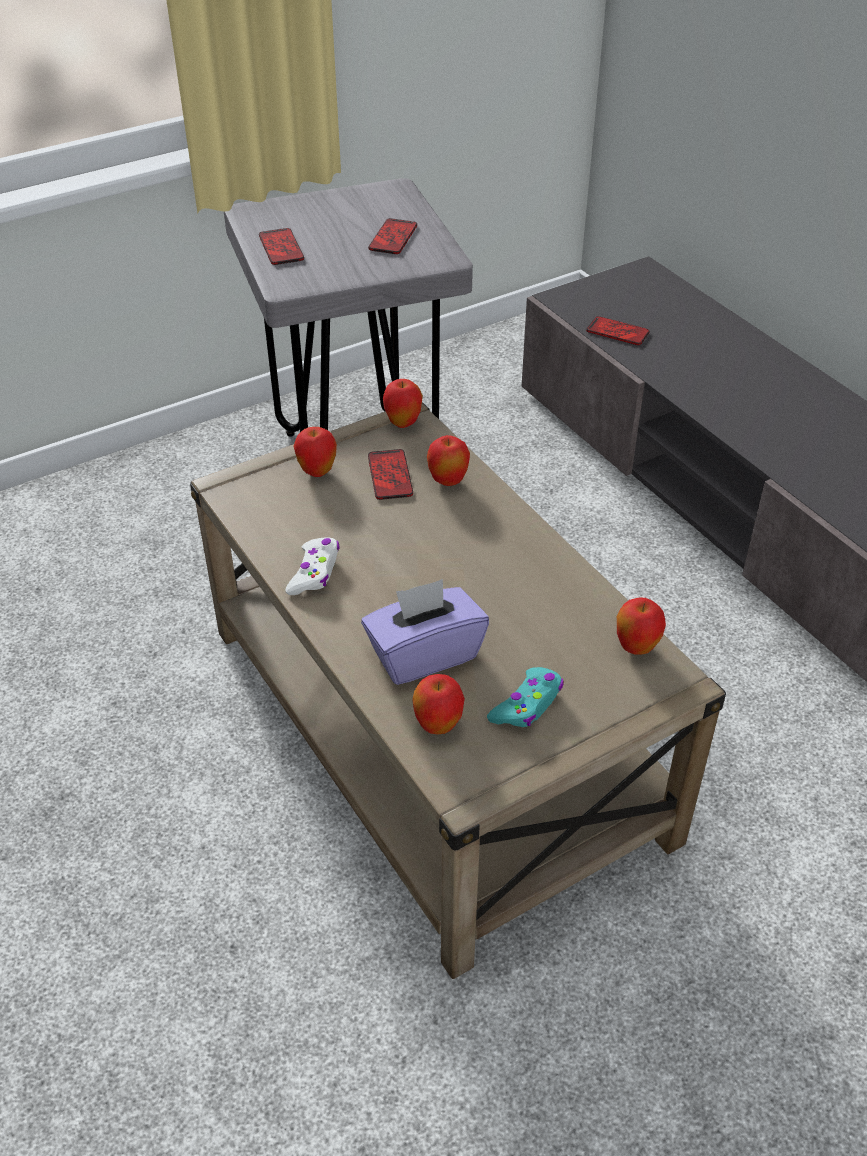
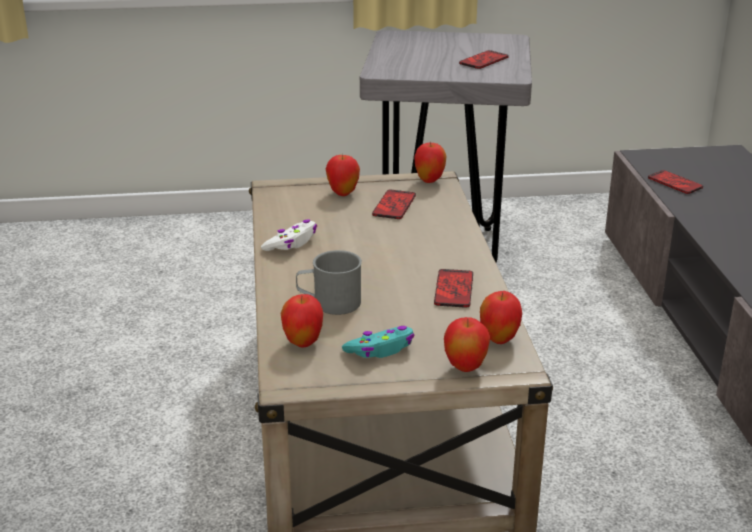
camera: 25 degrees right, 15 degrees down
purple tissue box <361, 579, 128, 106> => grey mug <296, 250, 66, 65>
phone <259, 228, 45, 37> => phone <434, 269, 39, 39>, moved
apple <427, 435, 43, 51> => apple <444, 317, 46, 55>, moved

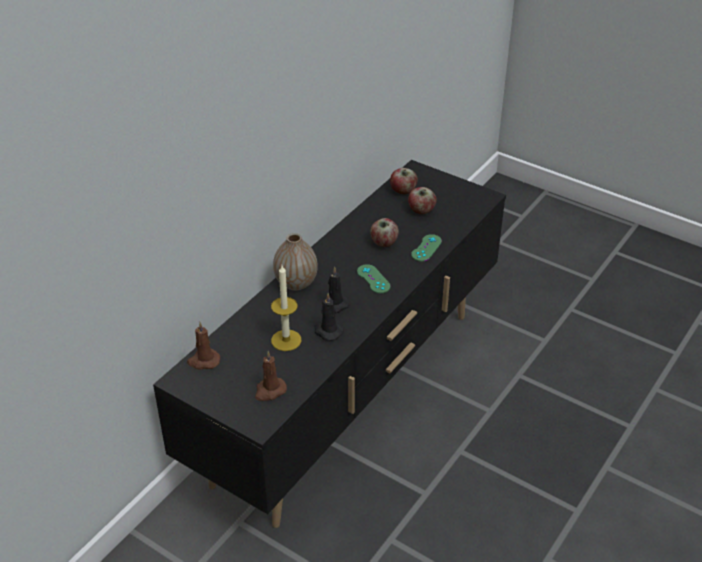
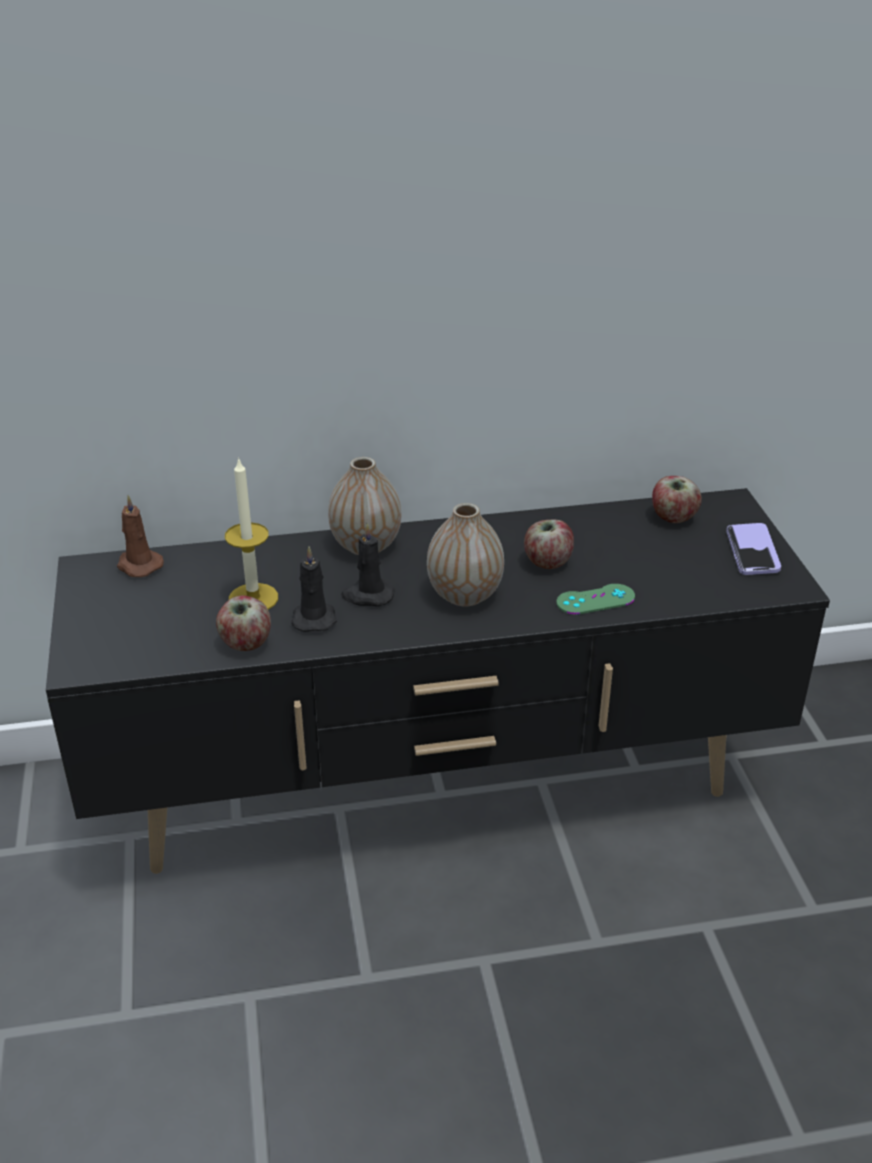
camera: 45 degrees right, 5 degrees down
apple <408, 187, 29, 27> => apple <216, 595, 55, 56>, moved
green game controller <357, 264, 34, 30> => vase <427, 503, 77, 104>
nothing => phone <727, 523, 54, 52>
brown candle <255, 351, 32, 50> => nothing

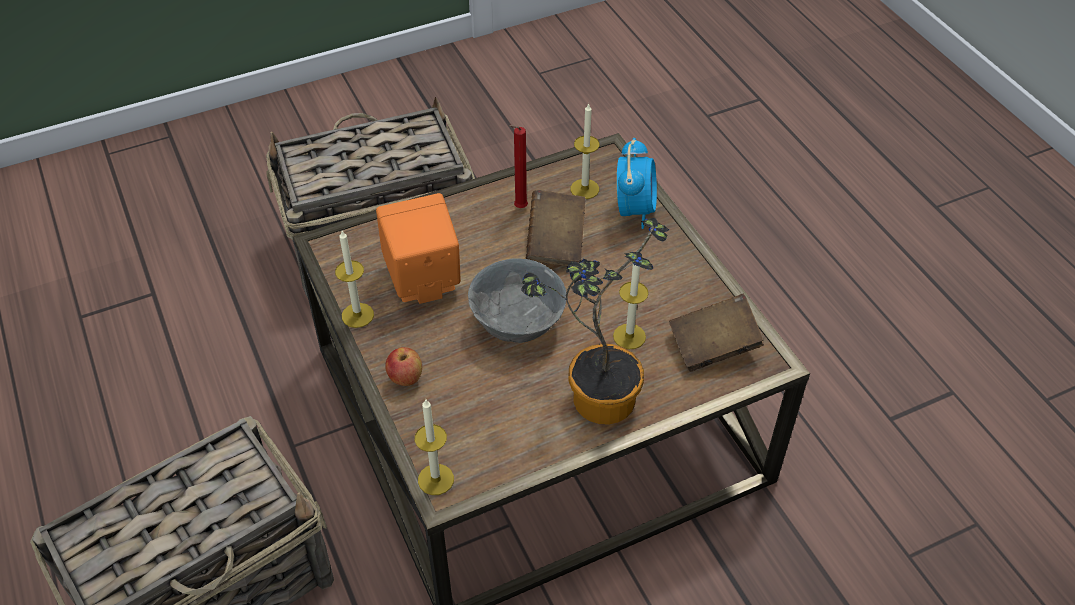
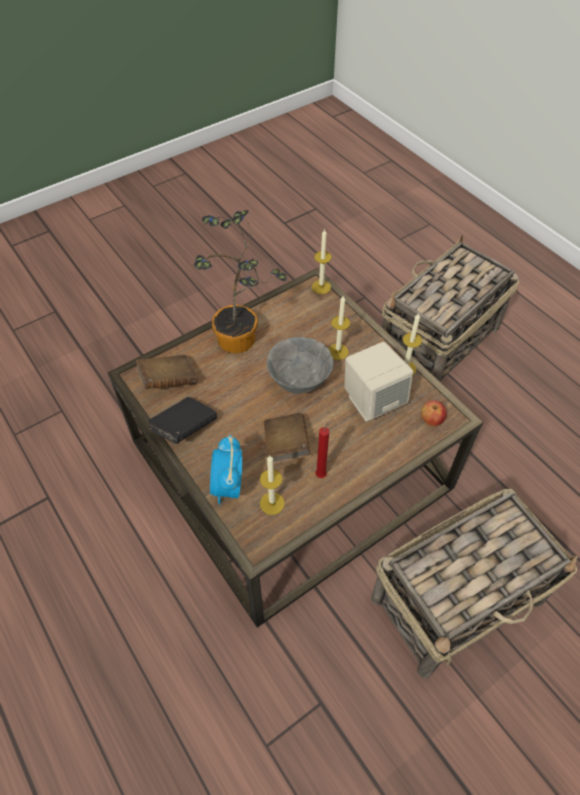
camera: 170 degrees right, 5 degrees up
nothing => black book <148, 397, 69, 47>
candle <613, 264, 36, 85> => candle <328, 296, 22, 64>, moved
orange speaker <376, 193, 85, 111> => beige speaker <344, 342, 69, 80>
apple <385, 347, 37, 39> => apple <421, 400, 26, 26>, moved

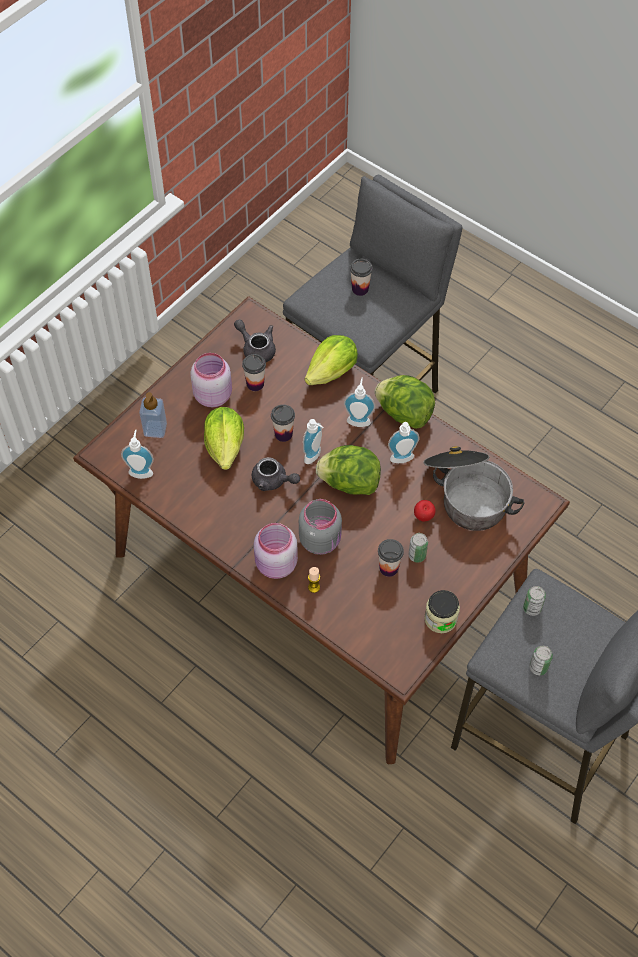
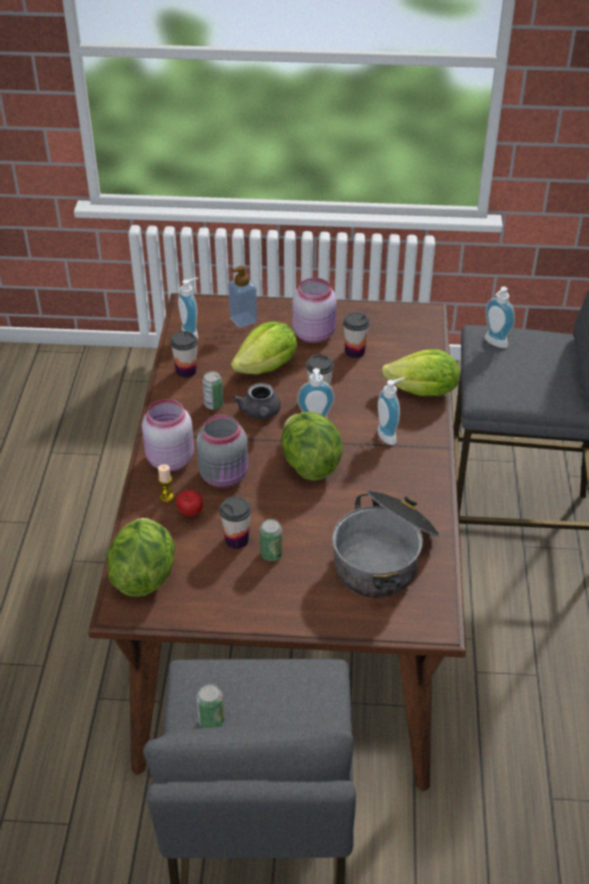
camera: 55 degrees right, 15 degrees down
lettuce <374, 375, 61, 54> => lettuce <107, 518, 68, 79>, moved
cup <350, 259, 23, 37> => cup <170, 331, 28, 47>, moved
apple <414, 500, 22, 22> => apple <176, 490, 27, 27>, moved
can <523, 586, 23, 30> => can <202, 371, 21, 39>, moved
soap dispenser <388, 422, 31, 41> => soap dispenser <485, 287, 30, 61>, moved
grey teapot <234, 319, 42, 43> => nothing
jar <424, 590, 36, 43> => nothing

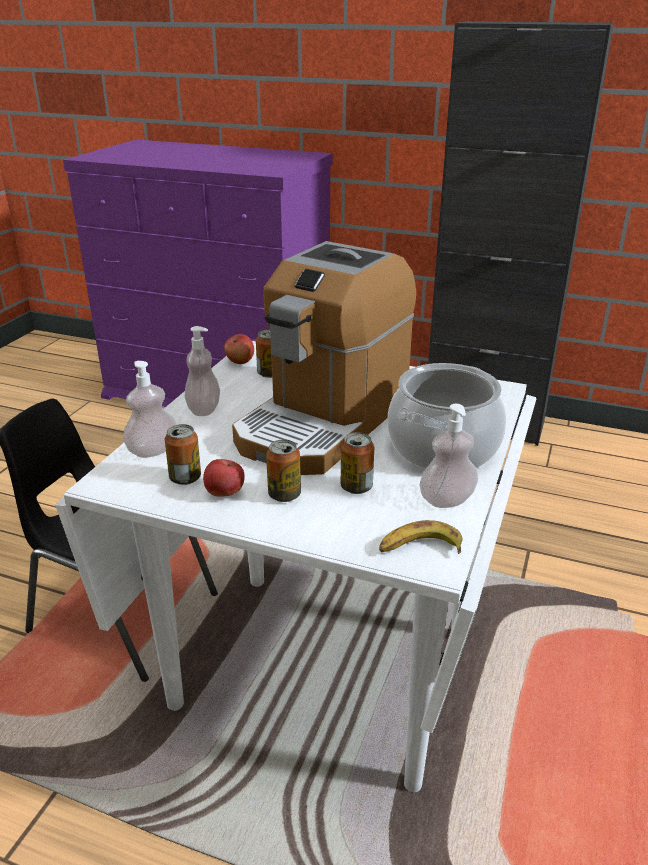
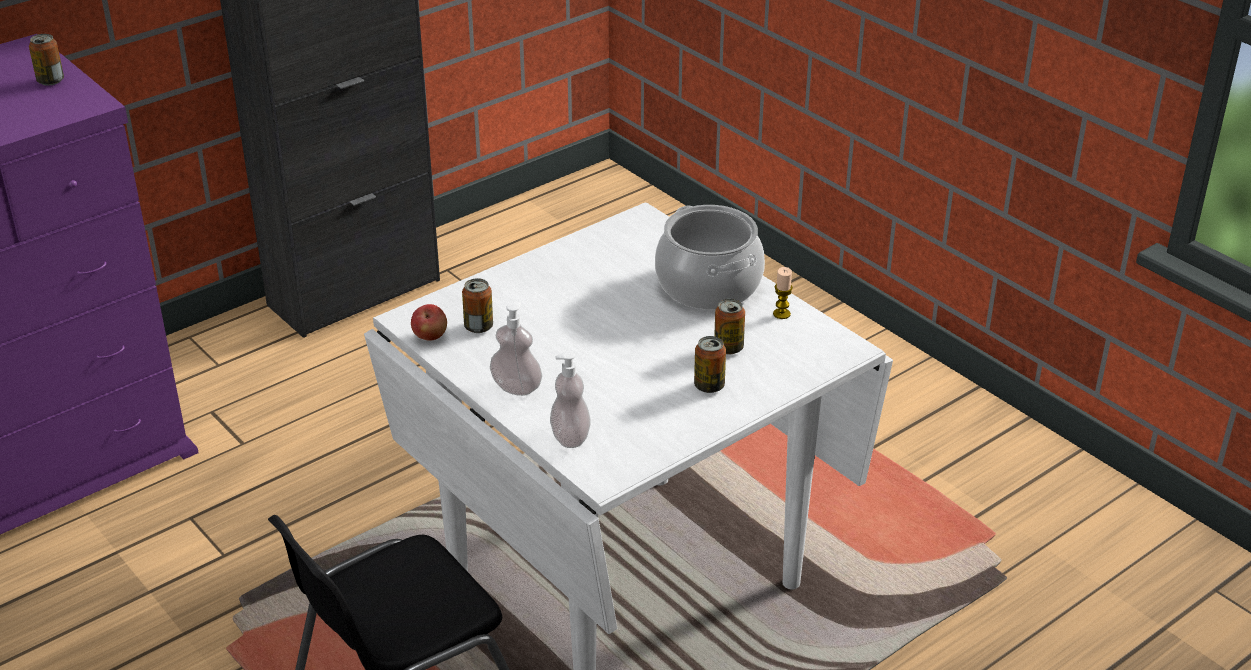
camera: 60 degrees left, 5 degrees up
can <165, 424, 36, 61> => can <29, 34, 35, 52>, moved
soap dispenser <420, 404, 58, 104> => candle <773, 267, 20, 52>
apple <203, 459, 42, 38> => nothing
coffee machine <232, 241, 184, 234> => nothing
banana <379, 520, 83, 34> => nothing

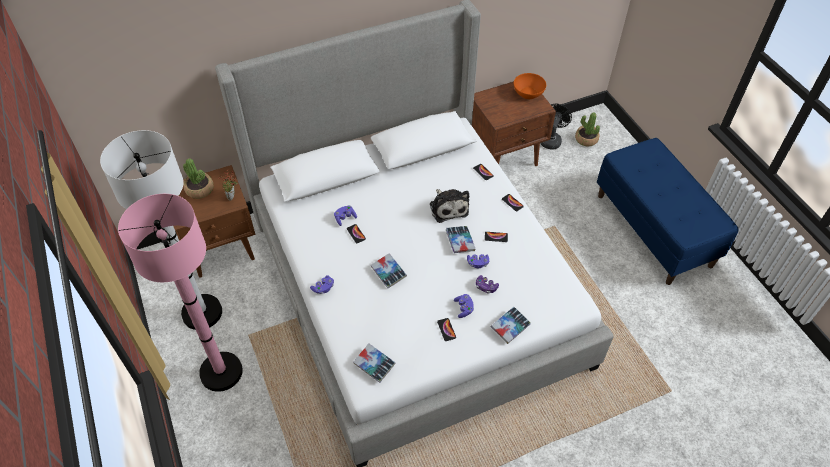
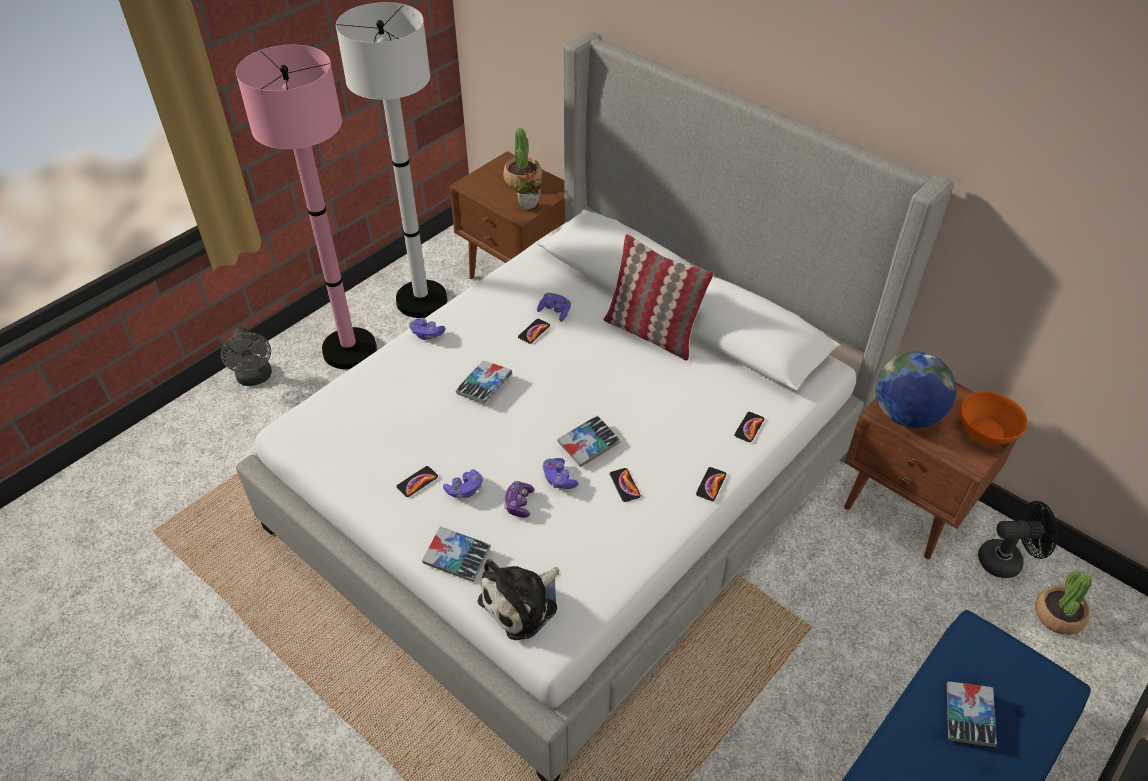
camera: 65 degrees right, 5 degrees down
nothing => grey fan <221, 327, 51, 59>
plush toy <430, 189, 39, 34> => plush toy <478, 559, 81, 81>, moved
nothing => pillow <603, 234, 110, 127>
nothing => globe <876, 352, 80, 76>
book <353, 344, 43, 39> => book <947, 681, 50, 66>, moved

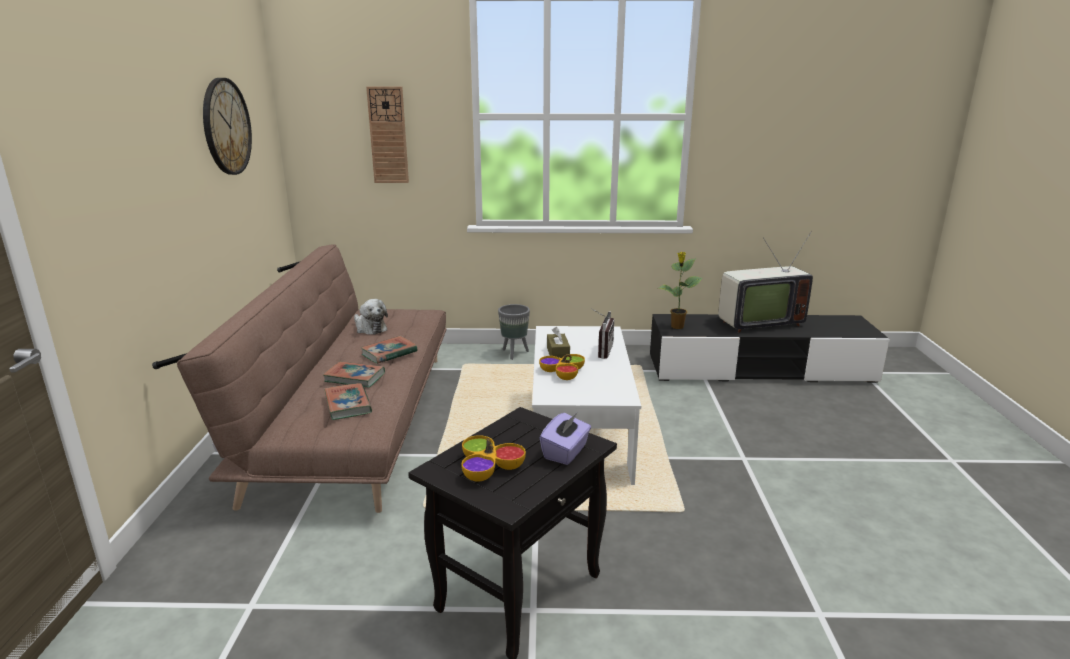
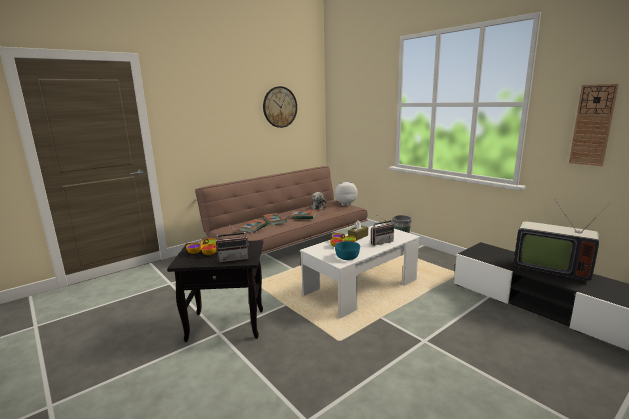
camera: 50 degrees right, 5 degrees down
purple tissue box <540, 413, 51, 52> => radio <216, 224, 33, 39>
nothing => plush toy <335, 181, 23, 25>
nothing => turquoise bowl <335, 241, 25, 19>
wall clock <366, 86, 43, 97> => wall clock <569, 84, 50, 82>, moved
potted plant <658, 252, 44, 77> => nothing

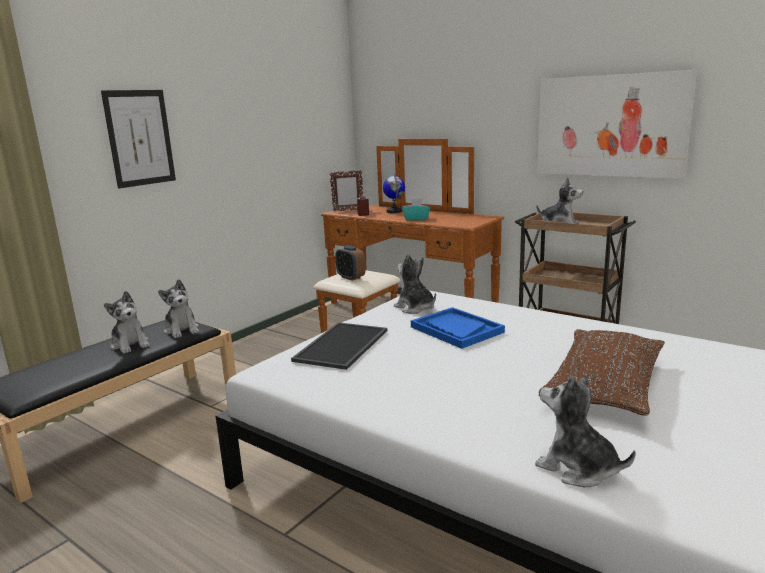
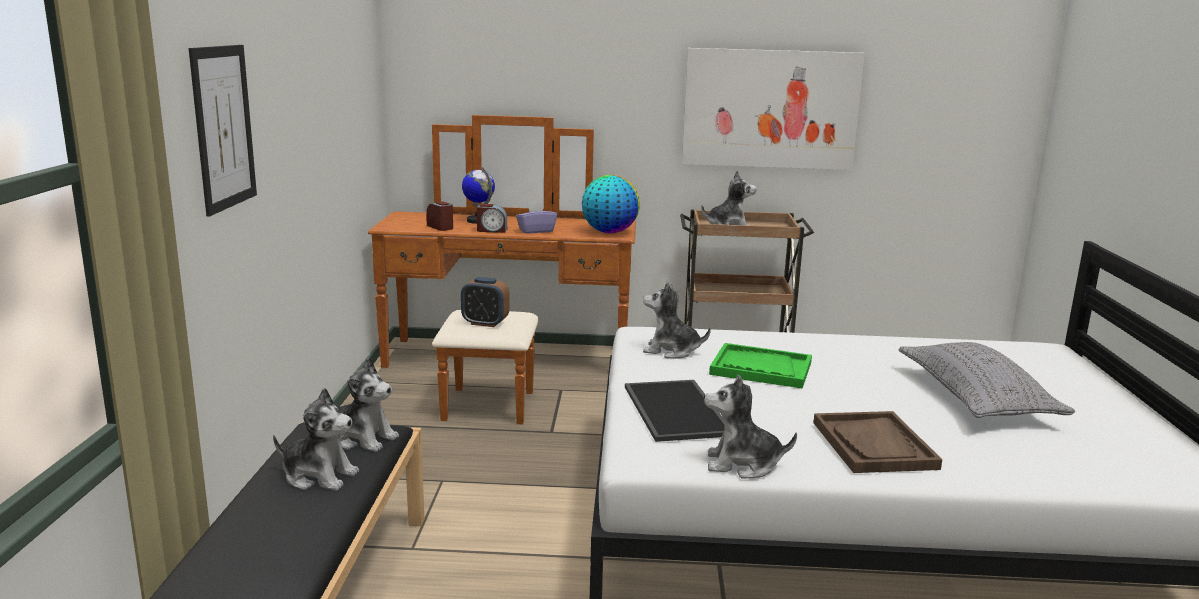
camera: 35 degrees left, 0 degrees up
nothing => alarm clock <477, 204, 30, 29>
turquoise tissue box <402, 198, 29, 23> => purple tissue box <516, 202, 41, 32>
nothing => globe <582, 175, 58, 59>
plush toy <535, 375, 101, 112> => plush toy <704, 375, 93, 104>, moved
blue tray <411, 307, 94, 42> => green tray <709, 343, 103, 45>
nothing => brown tray <813, 411, 129, 62>
brown pillow <539, 329, 126, 87> => grey pillow <898, 342, 177, 76>
picture frame <330, 170, 33, 42> => nothing

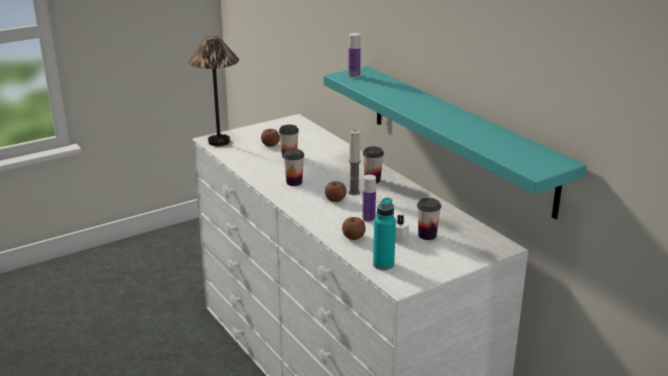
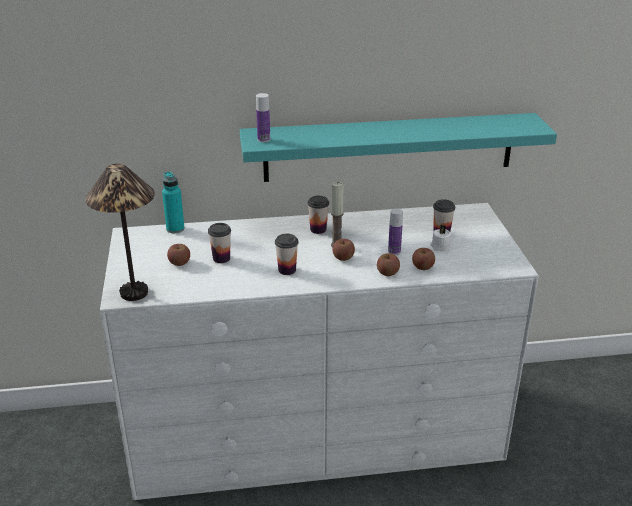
camera: 65 degrees left, 5 degrees up
turquoise bottle <373, 198, 23, 72> => turquoise bottle <162, 172, 23, 61>, moved
nothing => apple <377, 253, 23, 23>

